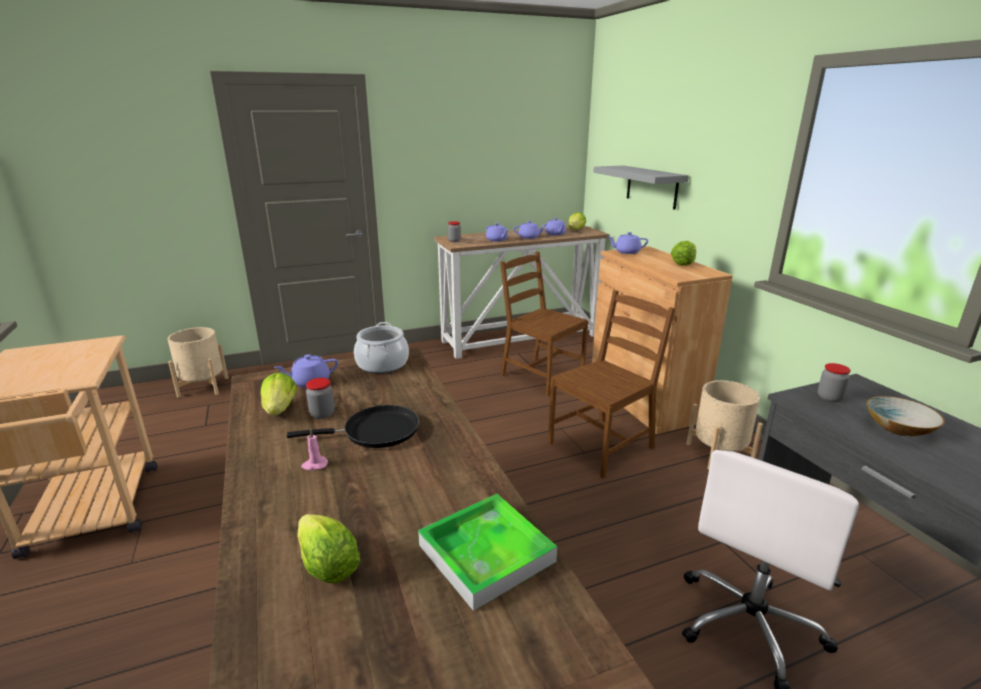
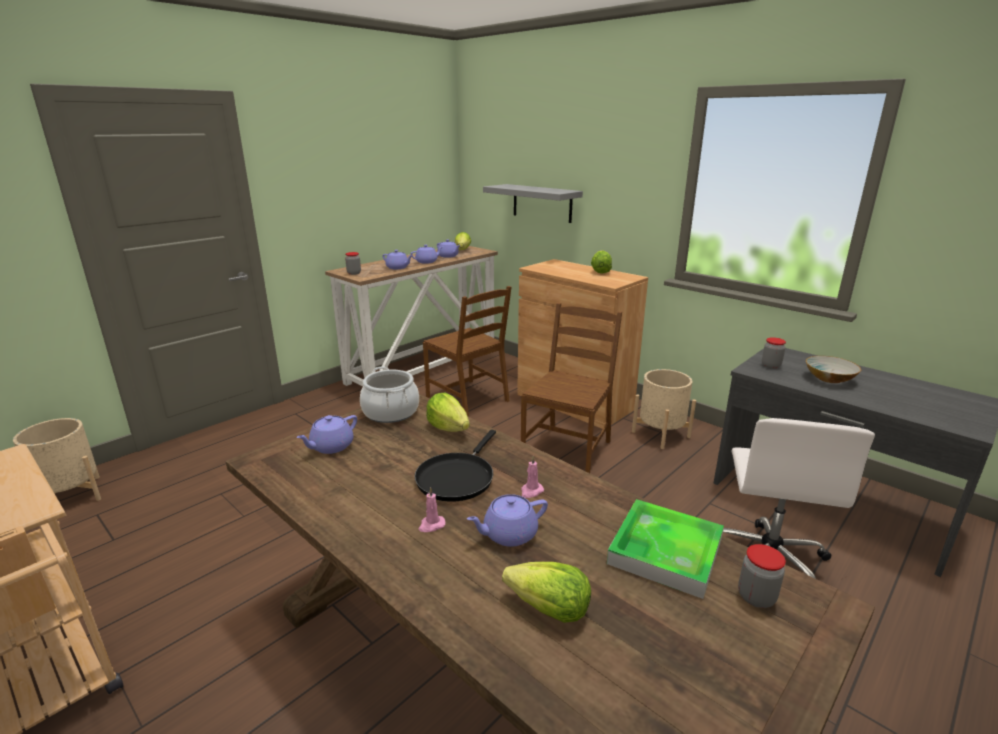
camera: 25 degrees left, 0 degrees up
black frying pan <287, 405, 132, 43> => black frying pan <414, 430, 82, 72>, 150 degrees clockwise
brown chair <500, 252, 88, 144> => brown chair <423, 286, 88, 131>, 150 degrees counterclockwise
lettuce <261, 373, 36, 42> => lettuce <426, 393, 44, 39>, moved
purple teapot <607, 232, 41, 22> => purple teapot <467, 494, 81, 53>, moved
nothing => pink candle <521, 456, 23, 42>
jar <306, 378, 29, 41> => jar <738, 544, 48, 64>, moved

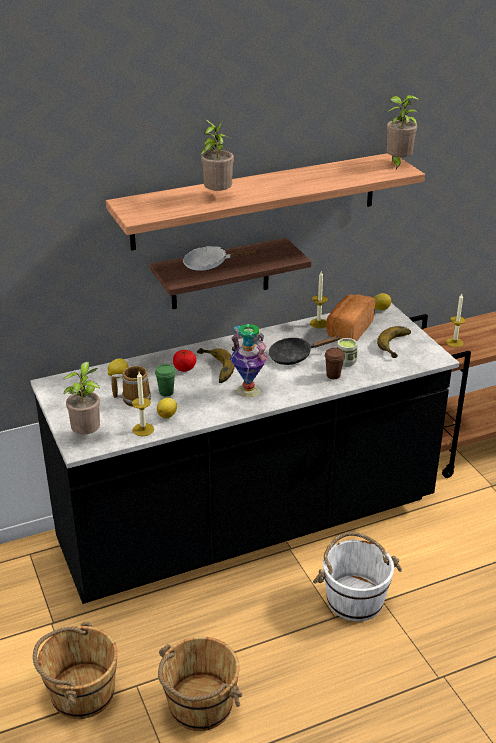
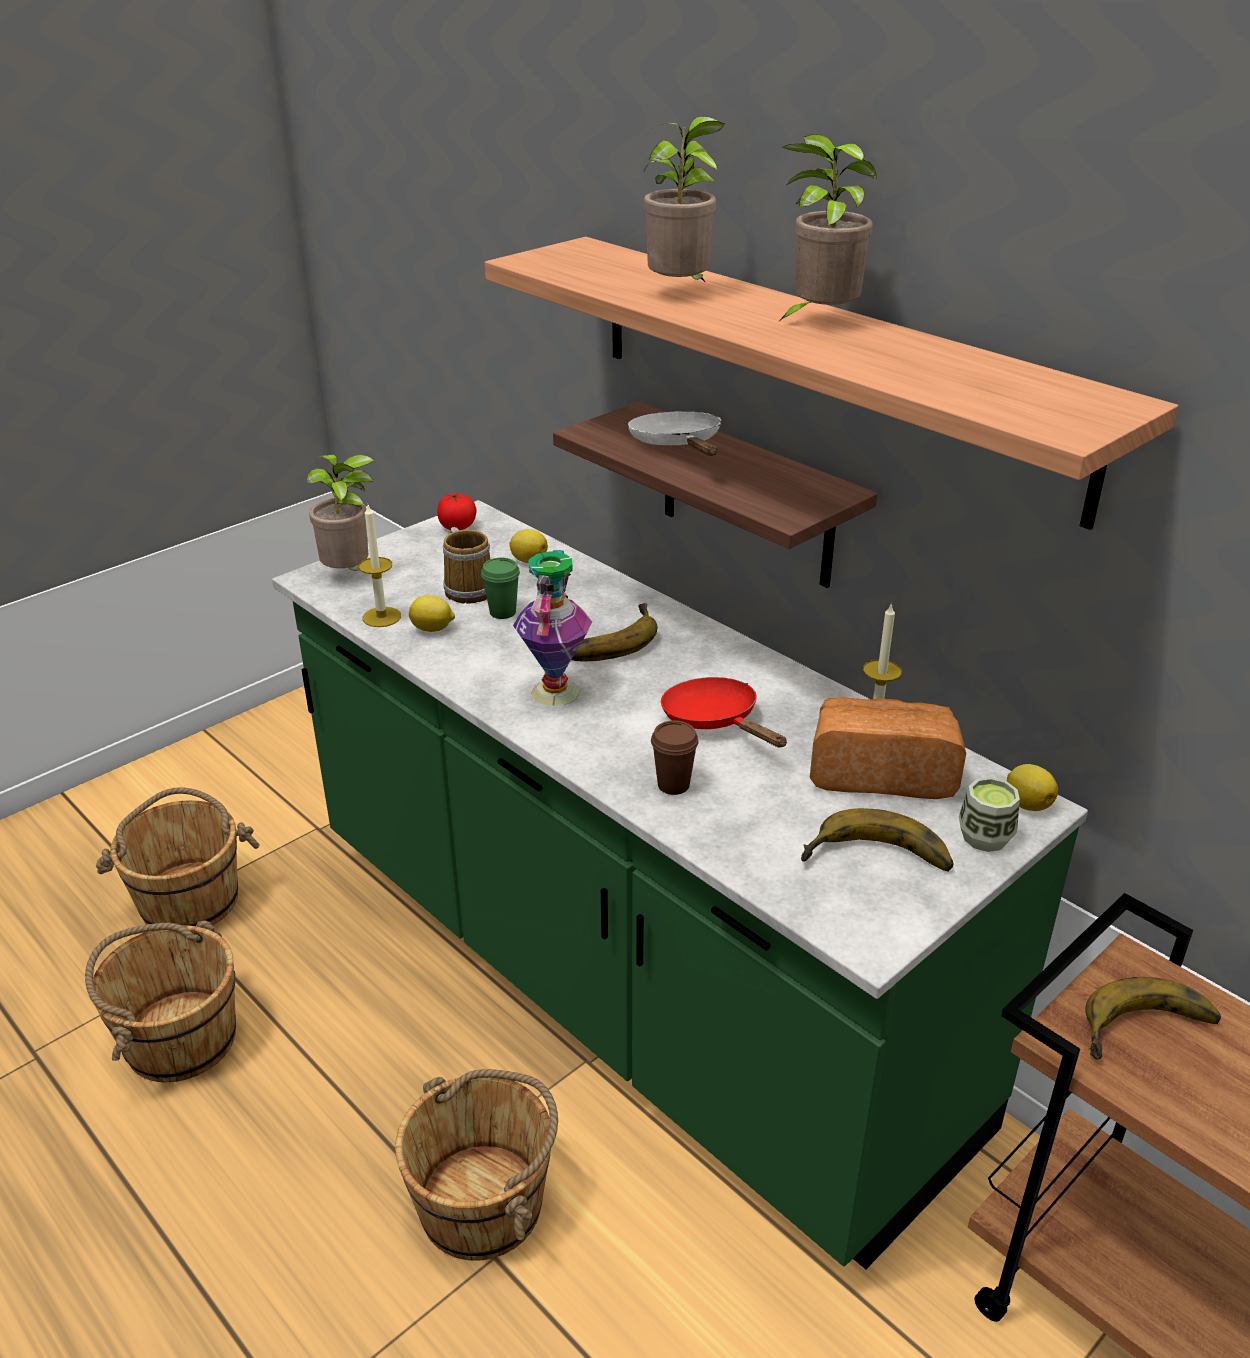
camera: 70 degrees right, 0 degrees up
black counter <30, 303, 429, 301> => green counter <272, 500, 816, 769>
white bucket <313, 532, 89, 89> => brown bucket <395, 1069, 163, 192>
tomato <173, 350, 23, 22> => tomato <437, 493, 40, 37>, moved
black frying pan <269, 336, 72, 29> => red frying pan <661, 677, 126, 71>
potted plant <387, 95, 33, 74> => potted plant <777, 134, 100, 189>, moved
cup <337, 338, 21, 29> => cup <959, 777, 61, 75>, moved
candle <446, 294, 20, 53> => banana <1085, 977, 136, 82>

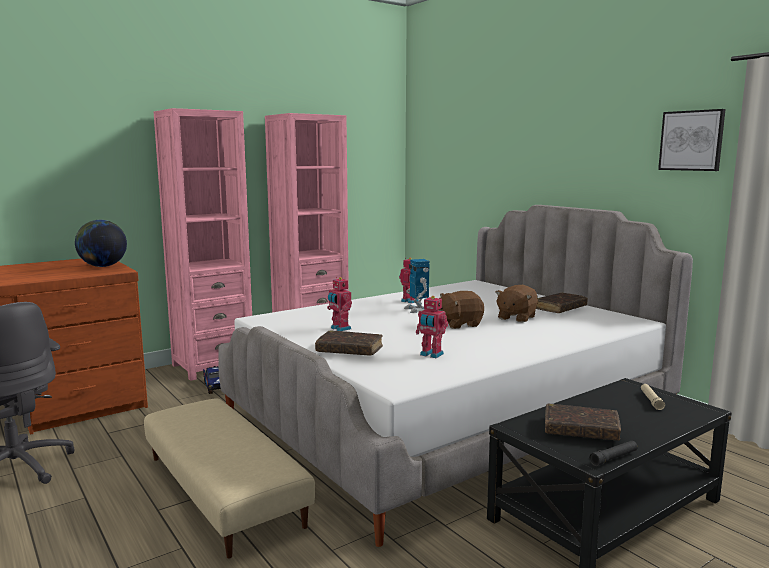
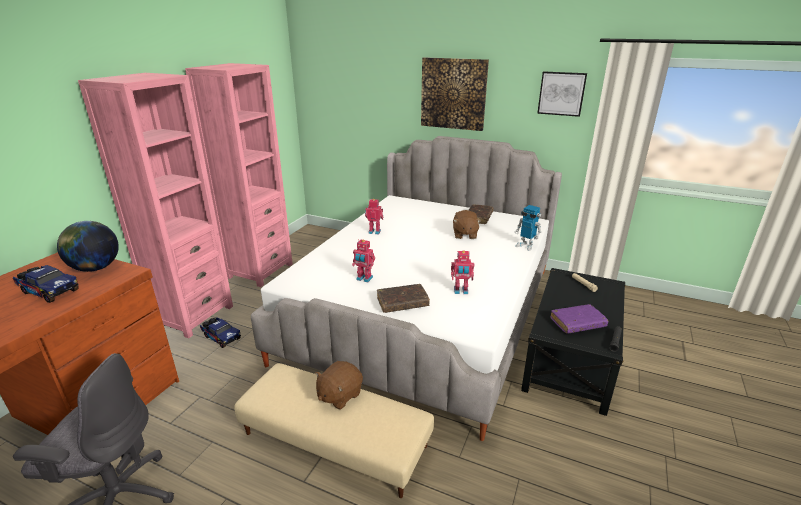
camera: 30 degrees left, 15 degrees up
nothing => toy truck <13, 265, 66, 38>
brown plush toy <439, 291, 45, 38> => brown plush toy <315, 361, 48, 49>, moved
nothing => picture <421, 57, 68, 74>
toy robot <404, 259, 26, 54> => toy robot <515, 205, 27, 46>, moved
brown book <545, 404, 76, 37> => purple book <550, 304, 59, 29>

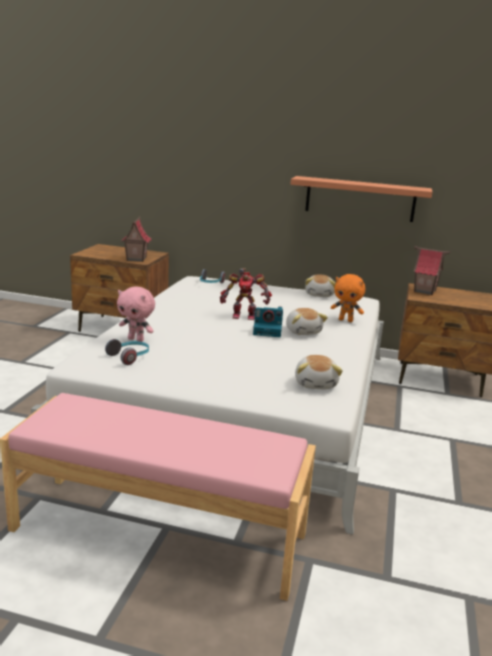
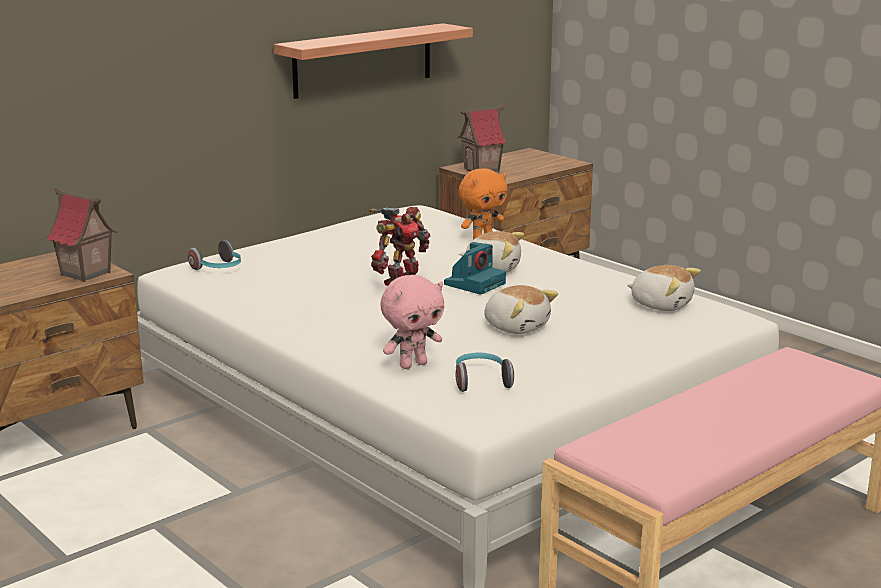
camera: 55 degrees left, 0 degrees up
plush toy <305, 274, 31, 23> => plush toy <484, 285, 74, 49>, moved

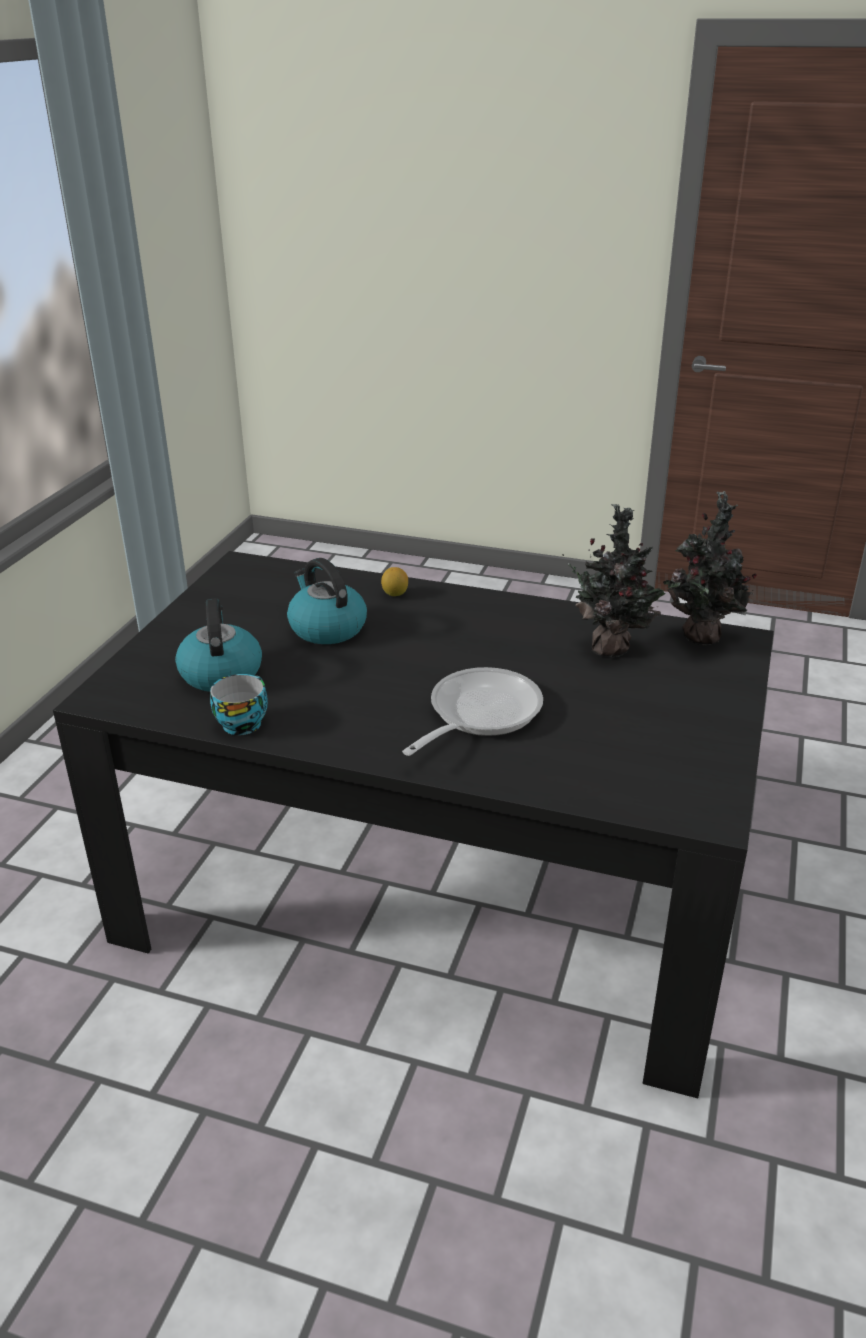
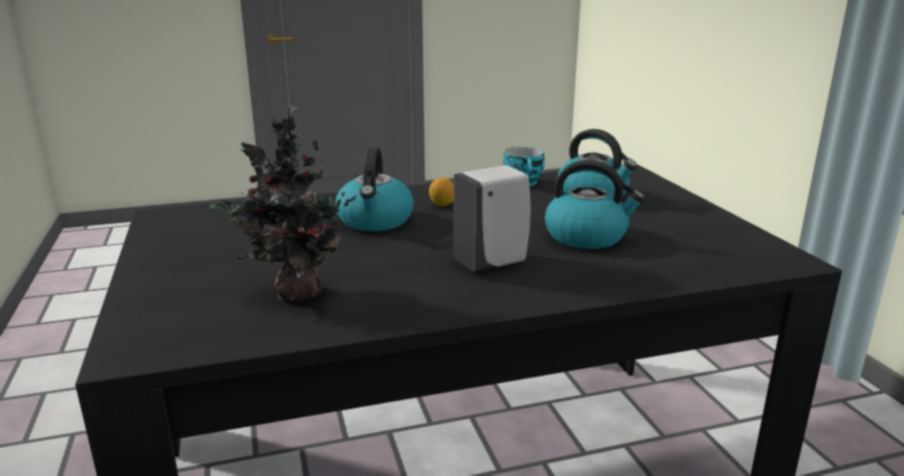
camera: 145 degrees right, 10 degrees down
frying pan <402, 667, 141, 89> => kettle <335, 147, 79, 84>
lemon <381, 567, 27, 29> => lemon <429, 178, 25, 28>, moved
nothing => white soap dispenser <454, 165, 77, 107>
potted plant <667, 491, 90, 154> => nothing

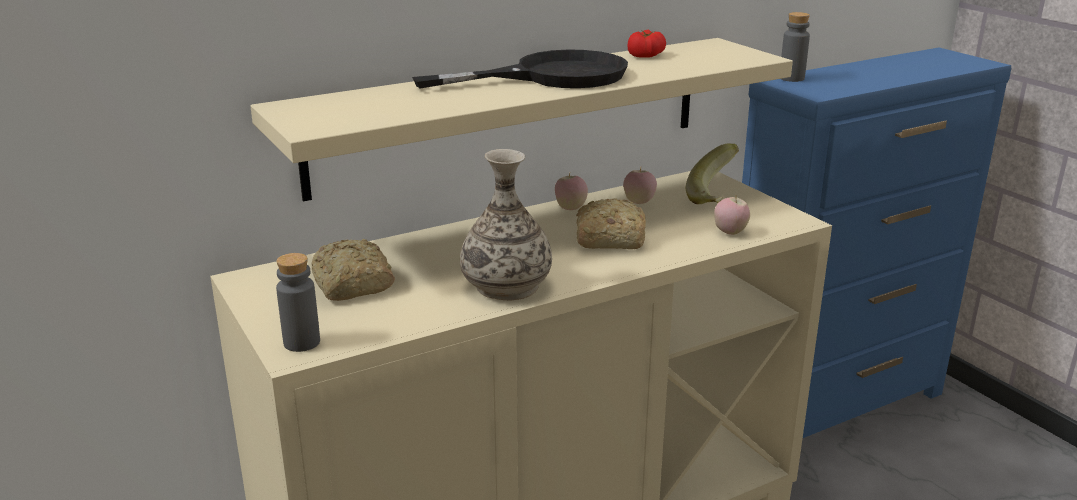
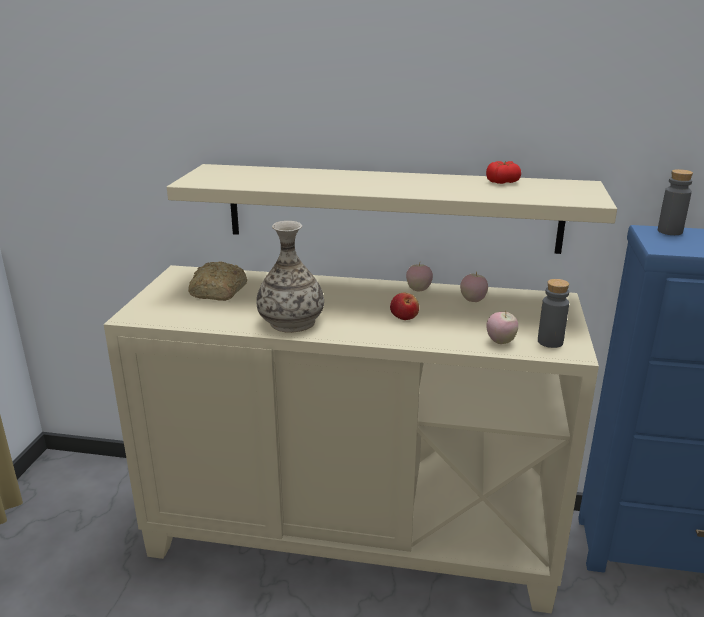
camera: 40 degrees right, 0 degrees up
bread <576, 198, 70, 51> => apple <390, 293, 29, 27>
grey bottle <276, 253, 44, 99> => grey bottle <538, 279, 31, 69>, moved
black frying pan <412, 49, 216, 40> => nothing
banana <685, 144, 54, 60> => nothing

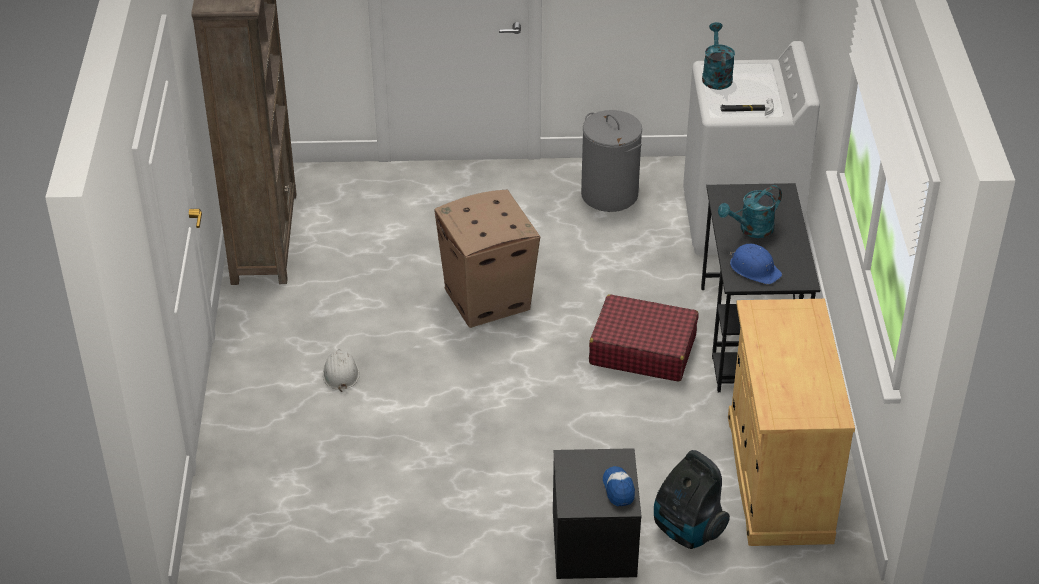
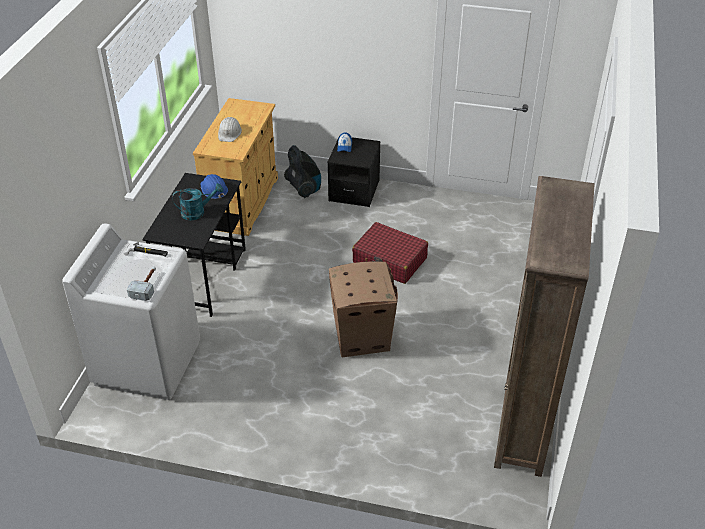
camera: 165 degrees left, 0 degrees up
turquoise watering can <702, 22, 33, 68> => hammer <127, 267, 29, 34>
white hard hat <323, 350, 37, 42> => white hard hat <218, 117, 24, 25>, moved
red suitcase <589, 294, 110, 88> => red suitcase <352, 222, 76, 62>, moved
grey laundry basket <581, 110, 61, 102> => nothing

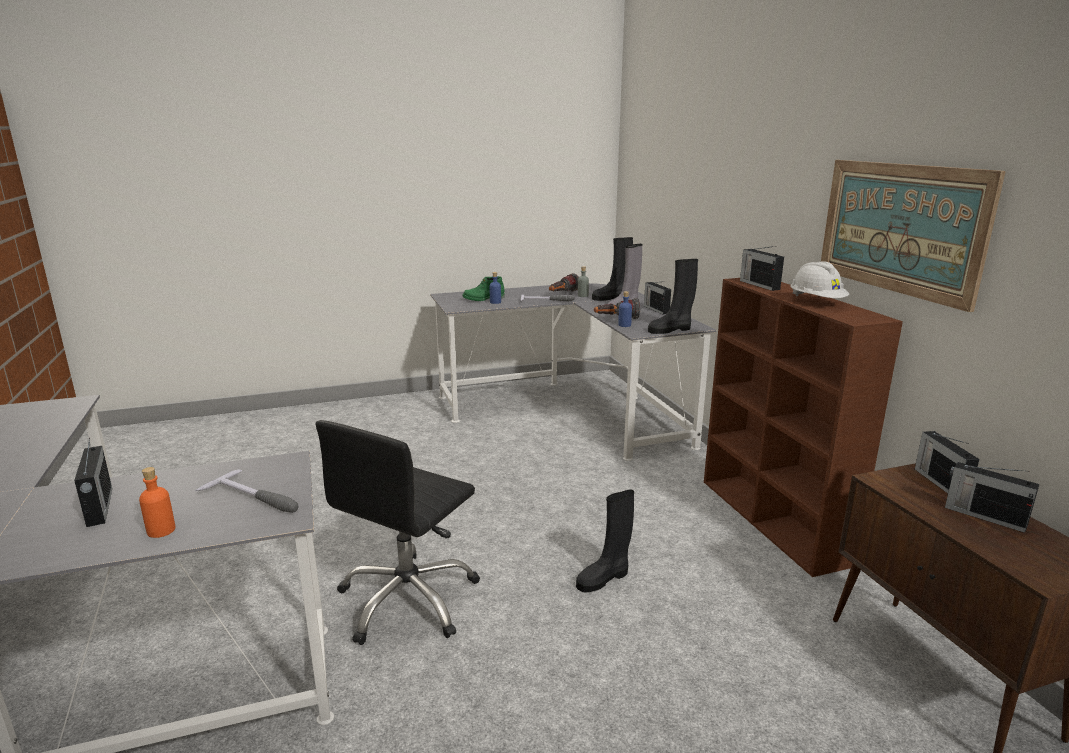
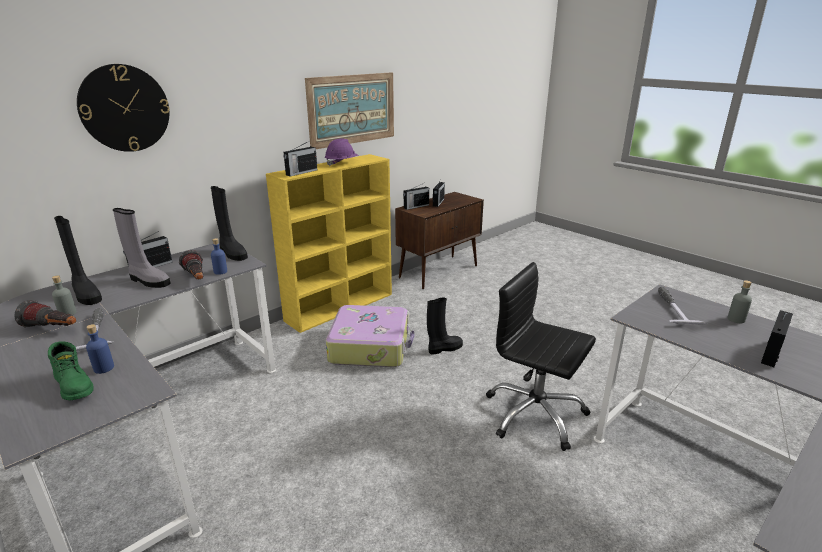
camera: 115 degrees left, 5 degrees up
nothing => wall clock <77, 64, 93, 88>
brown bookcase <704, 278, 199, 299> => yellow bookcase <266, 154, 126, 179>
white hard hat <790, 261, 59, 37> => purple hard hat <325, 138, 34, 28>
nothing => suitcase <326, 305, 88, 62>
black boot <576, 489, 58, 104> => black boot <427, 298, 36, 56>, 60 degrees counterclockwise
black office chair <316, 420, 164, 225> => black office chair <486, 262, 110, 189>, 150 degrees counterclockwise
orange bottle <139, 467, 36, 71> => grey bottle <727, 280, 25, 43>

